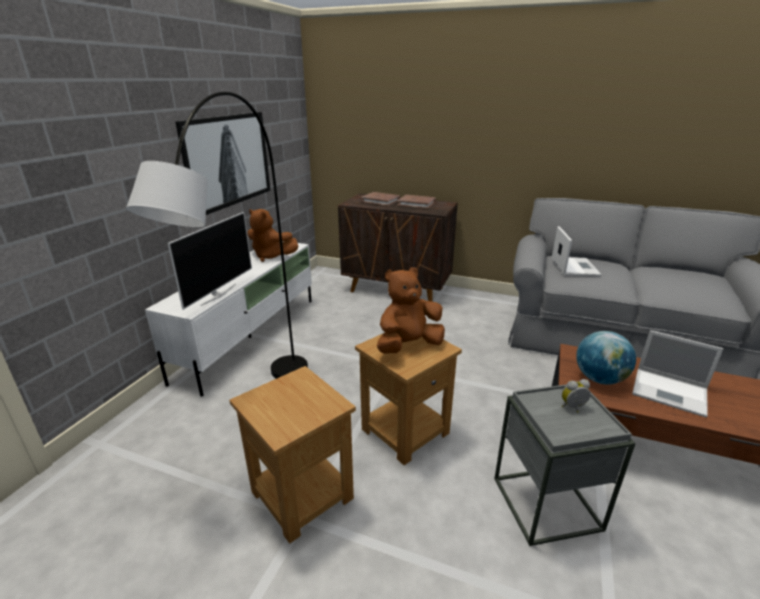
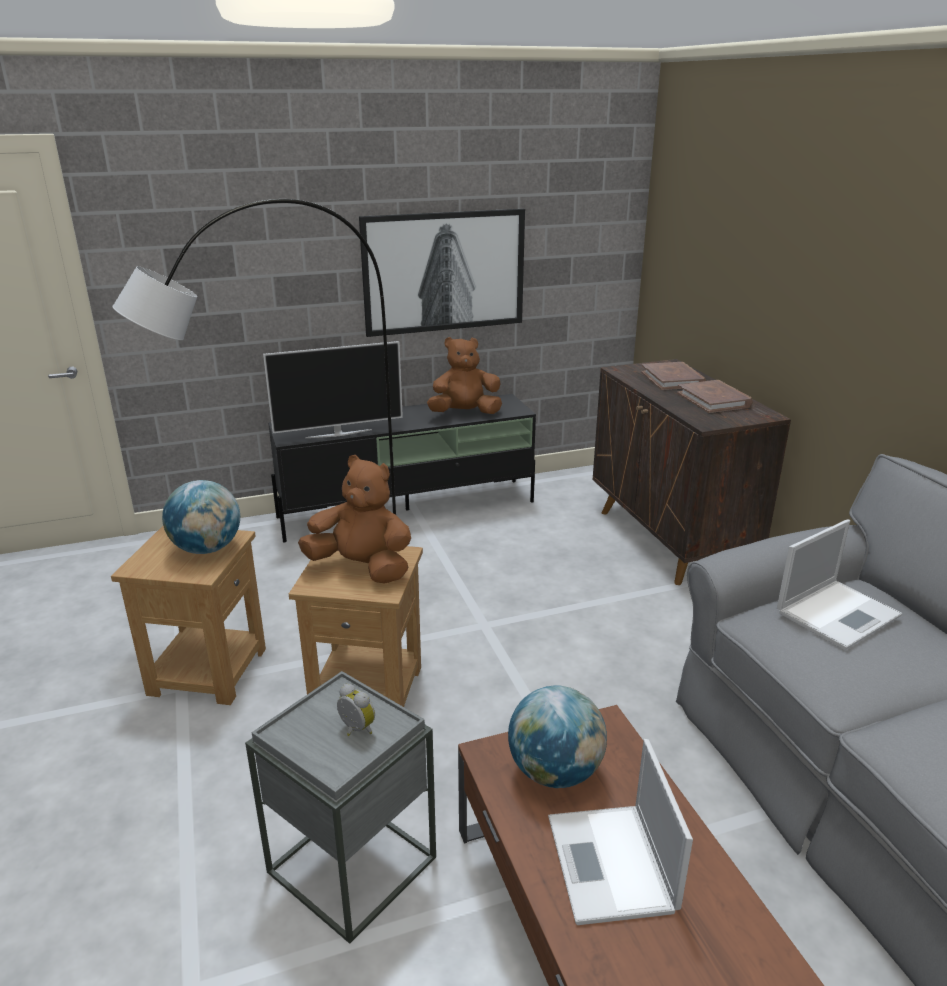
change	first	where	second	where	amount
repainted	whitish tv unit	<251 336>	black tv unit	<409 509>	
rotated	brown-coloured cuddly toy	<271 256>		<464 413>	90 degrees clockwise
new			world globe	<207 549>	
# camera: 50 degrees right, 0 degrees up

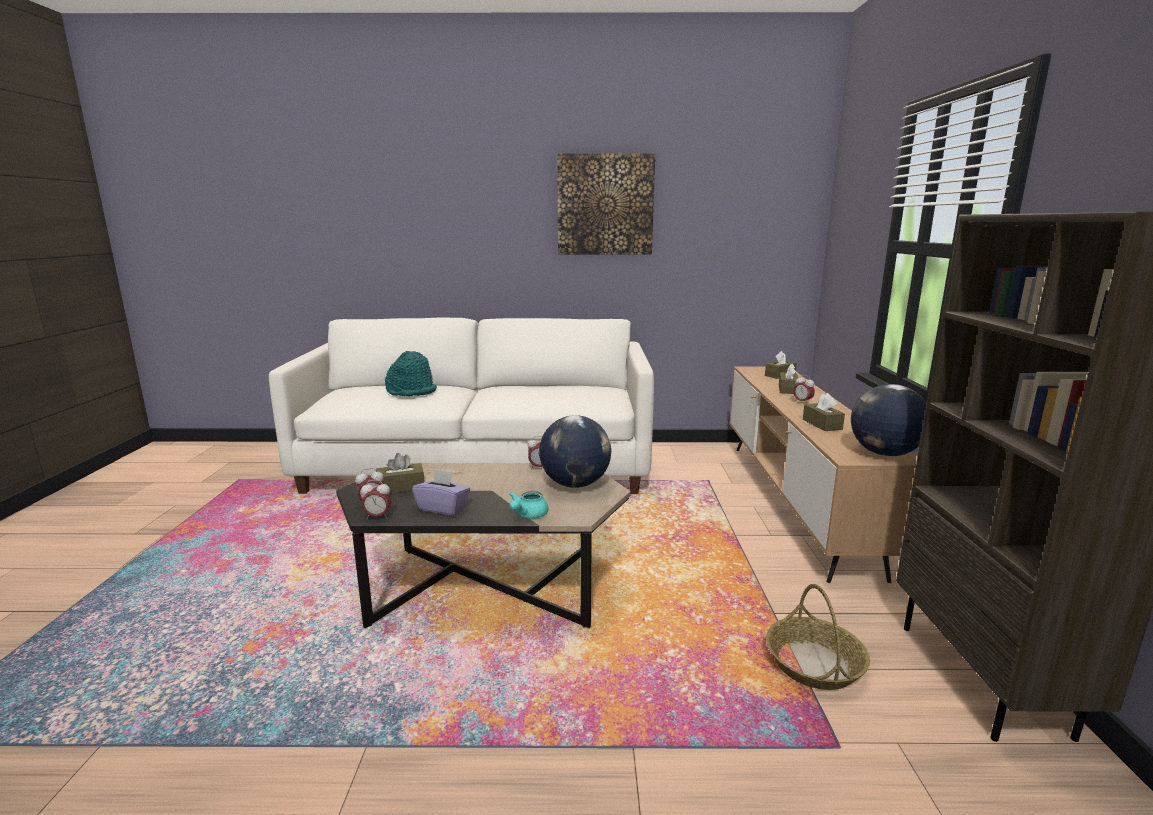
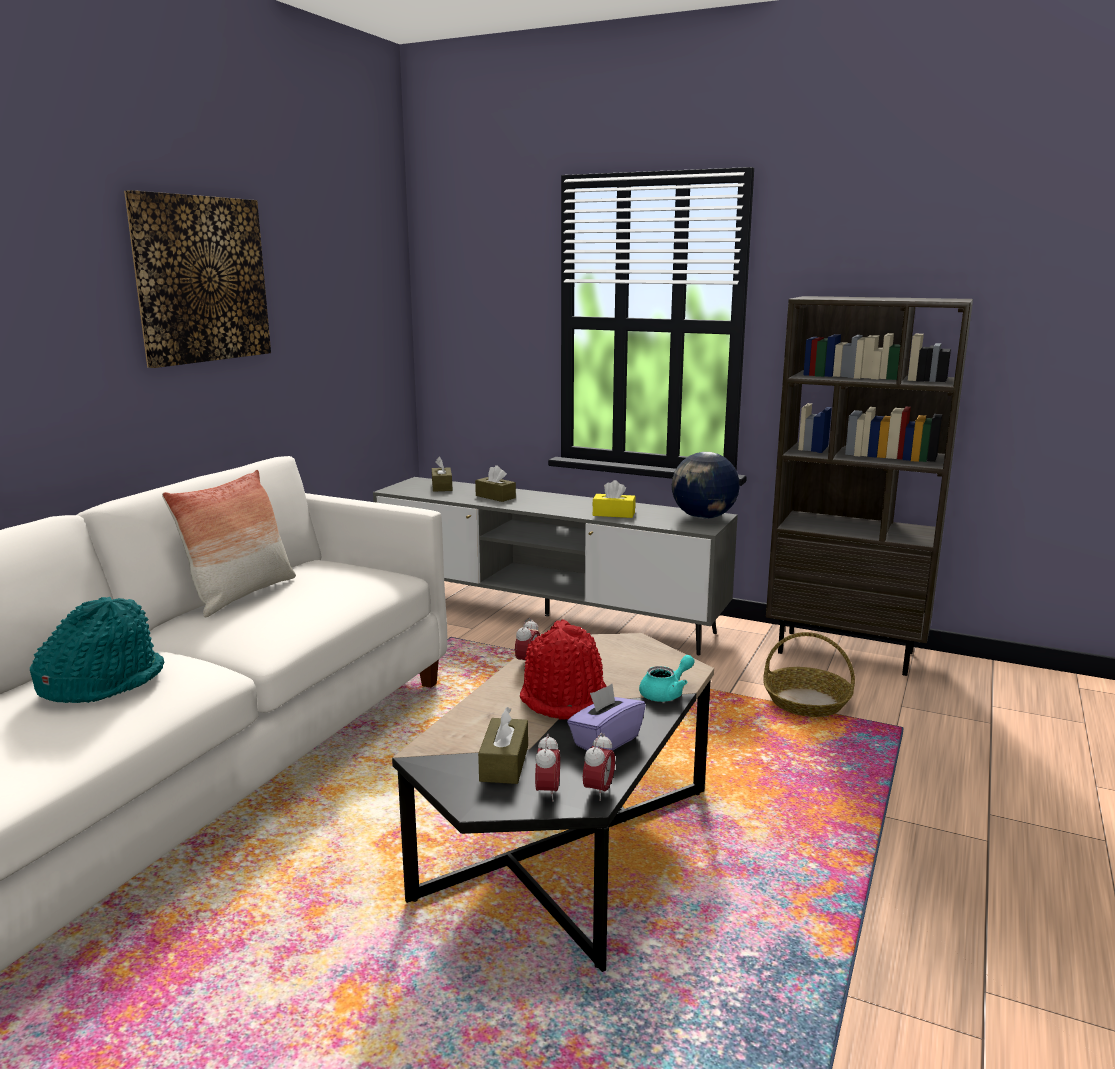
change	first	where	second	where	amount
rotated	turquoise-coloured pot for tea	<528 515>		<666 693>	90 degrees counterclockwise
gone	world globe	<575 484>			
repainted	brown-coloured tv unit	<795 501>	gray tv unit	<546 615>	
gone	alarm clock	<802 402>			
repainted	brown-coloured box of tissues	<822 424>	yellowish box of tissues	<613 514>	
new			throw pillow	<241 595>	
new			red-coloured wearable hat	<565 698>	
# camera: 65 degrees left, 0 degrees up

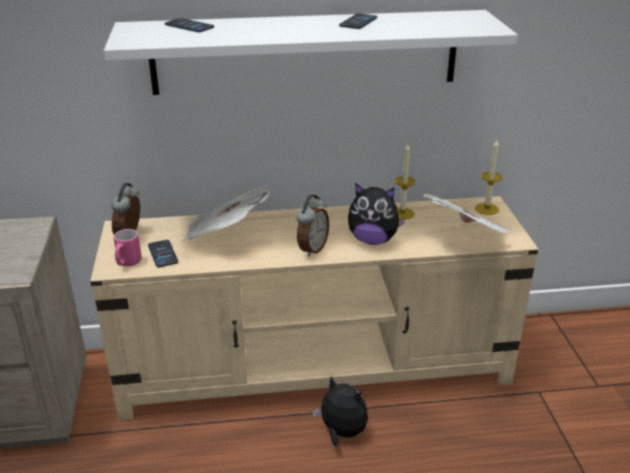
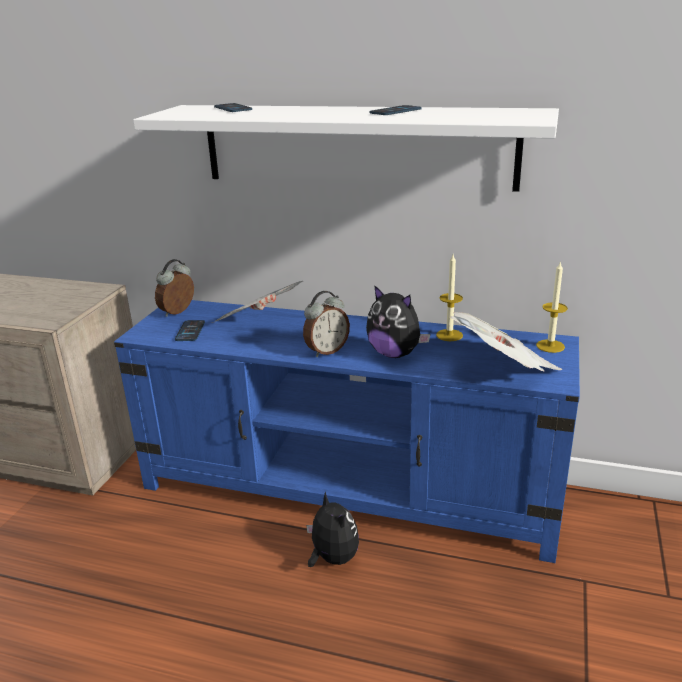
change	first	where	second	where	amount
repainted	sand-coloured tv unit	<316 367>	blue-coloured tv unit	<349 489>	
gone	pink-coloured coffee mug	<127 263>			
# camera: 25 degrees right, 5 degrees down

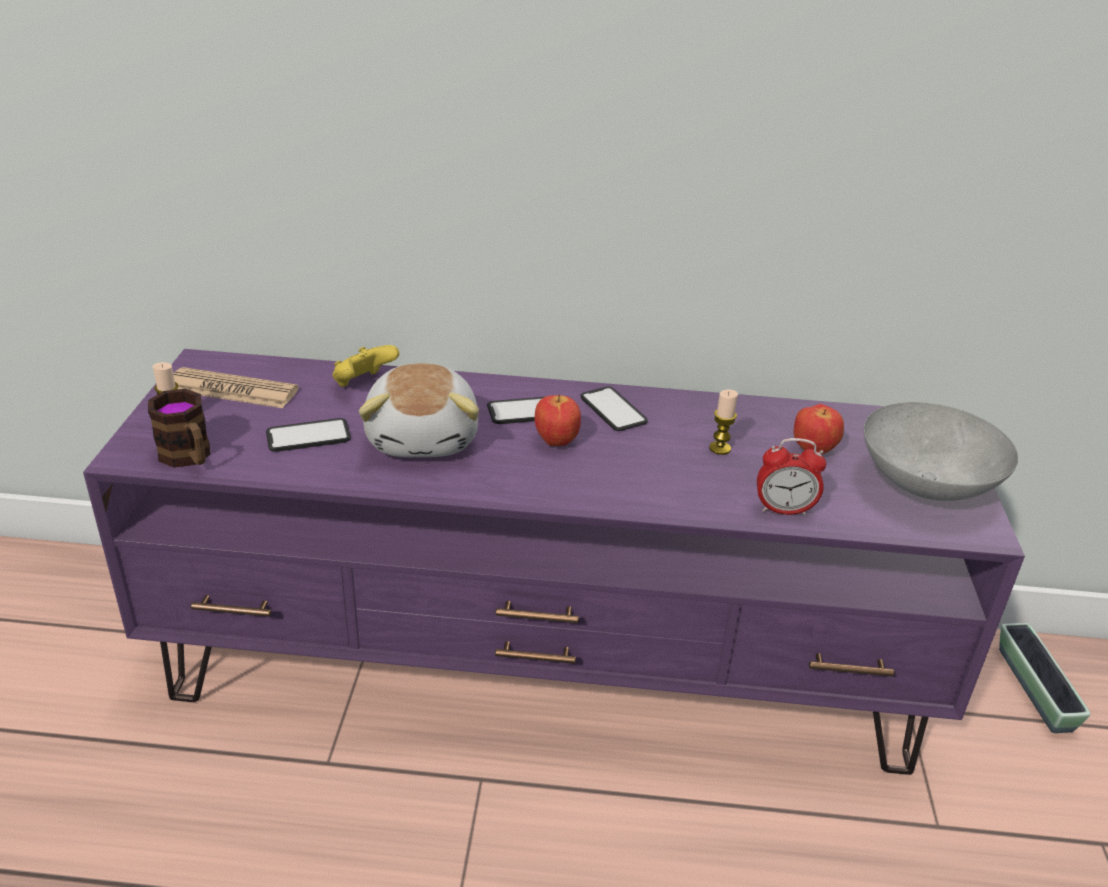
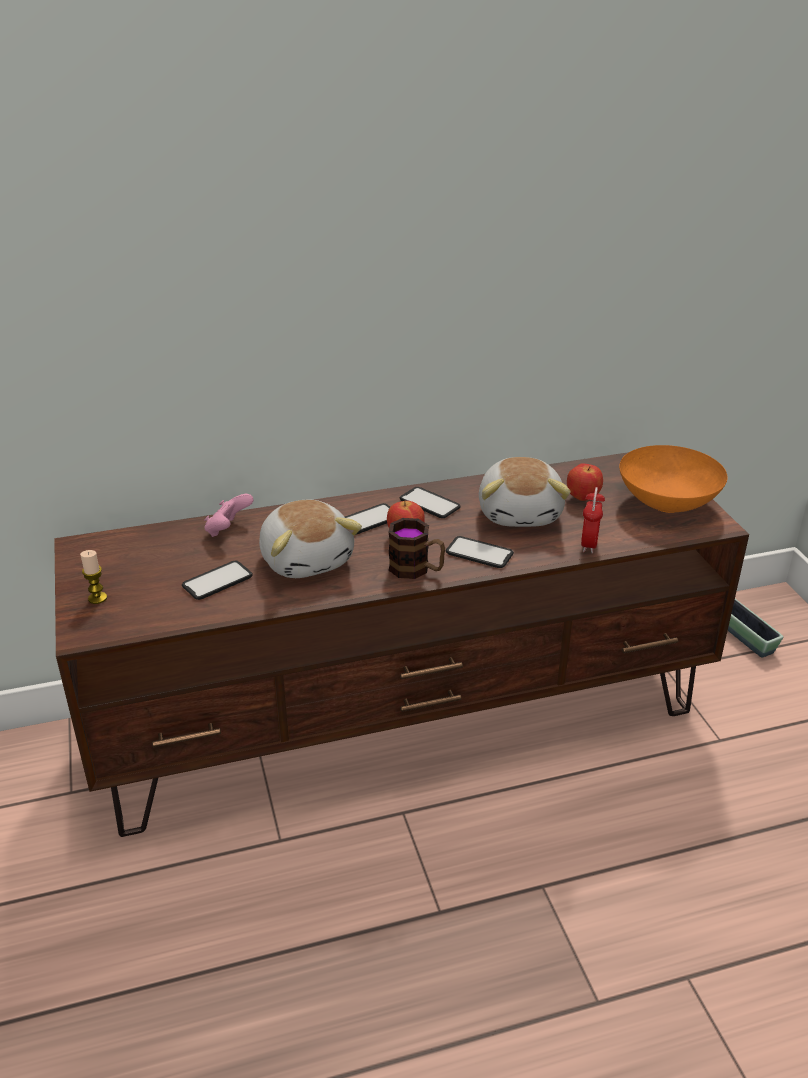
change	first	where	second	where	amount
repainted	purplish tv unit	<546 668>	brown-coloured tv unit	<405 719>	
shifted	coffee mug	<189 458>		<416 569>	
gone	newspaper	<232 390>			
repainted	yellowish game controller	<363 384>	pink-coloured game controller	<228 530>	
swapped	wax light	<720 448>	cuddly toy	<521 512>	
rotated	alarm clock	<784 510>		<589 544>	60 degrees counterclockwise
repainted	gray bowl	<928 487>	orange-coloured bowl	<669 504>	
new			phone	<479 553>	
# camera: 20 degrees left, 0 degrees up

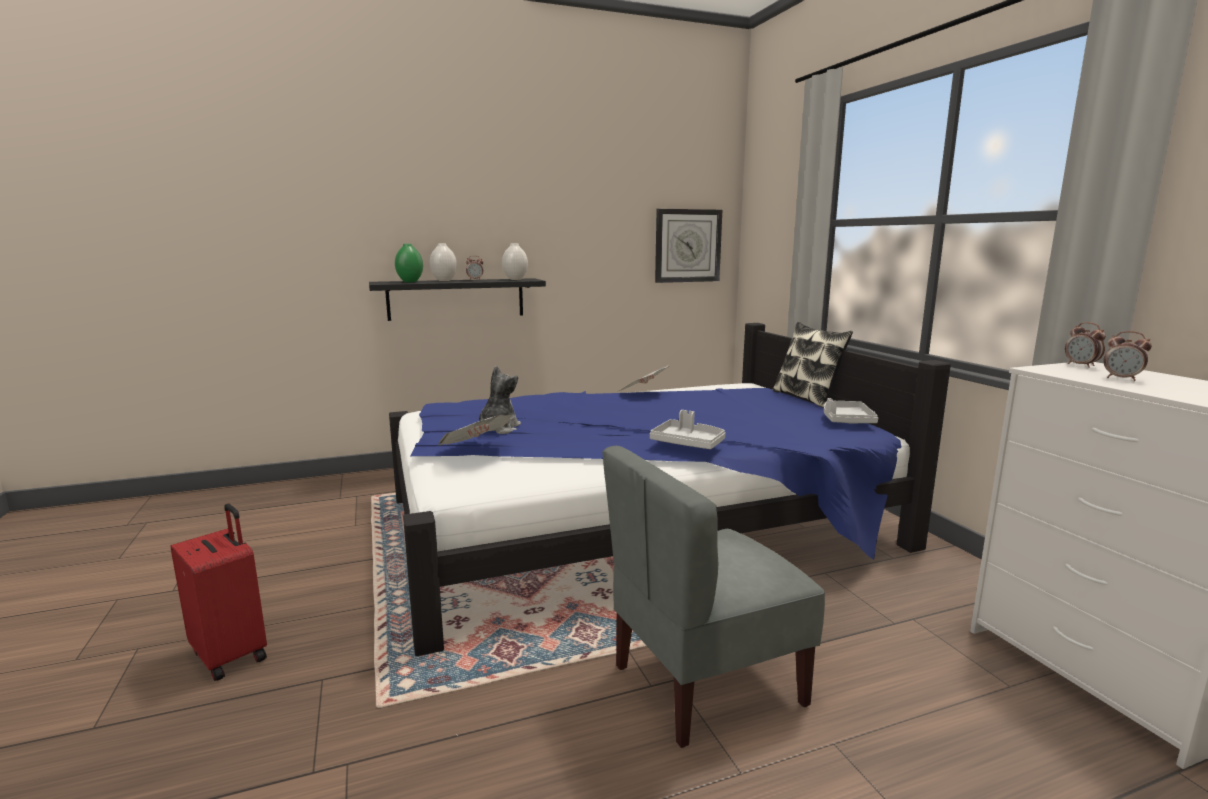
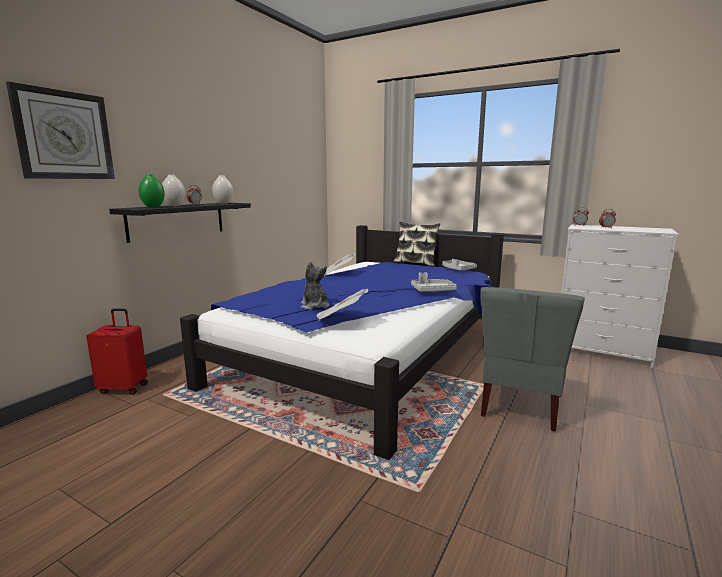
change	first	where	second	where	amount
shifted	red-coloured travel case	<232 654>		<124 388>	
shifted	clock on the wall	<687 246>		<64 135>	
# camera: 40 degrees left, 0 degrees up

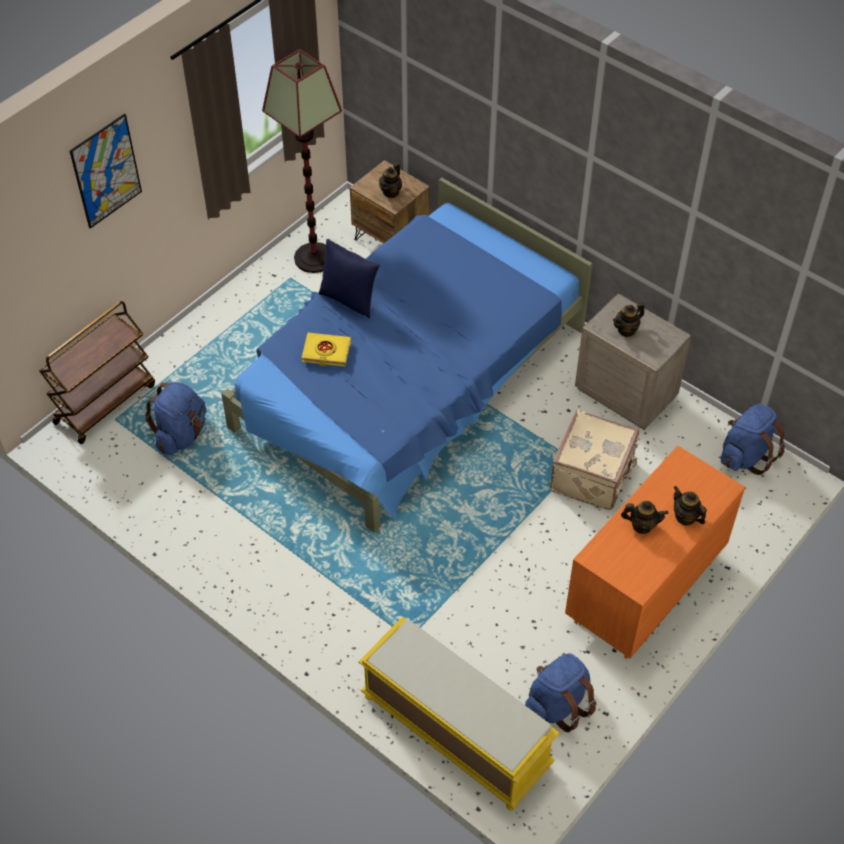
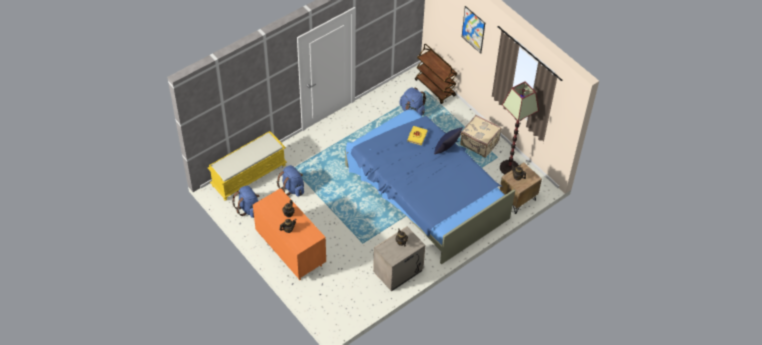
change	first	where	second	where	amount
shifted	sand-coloured travel case	<593 475>		<479 144>	
shifted	blue-coloured knapsack	<746 455>		<292 188>	
# camera: 100 degrees right, 0 degrees up

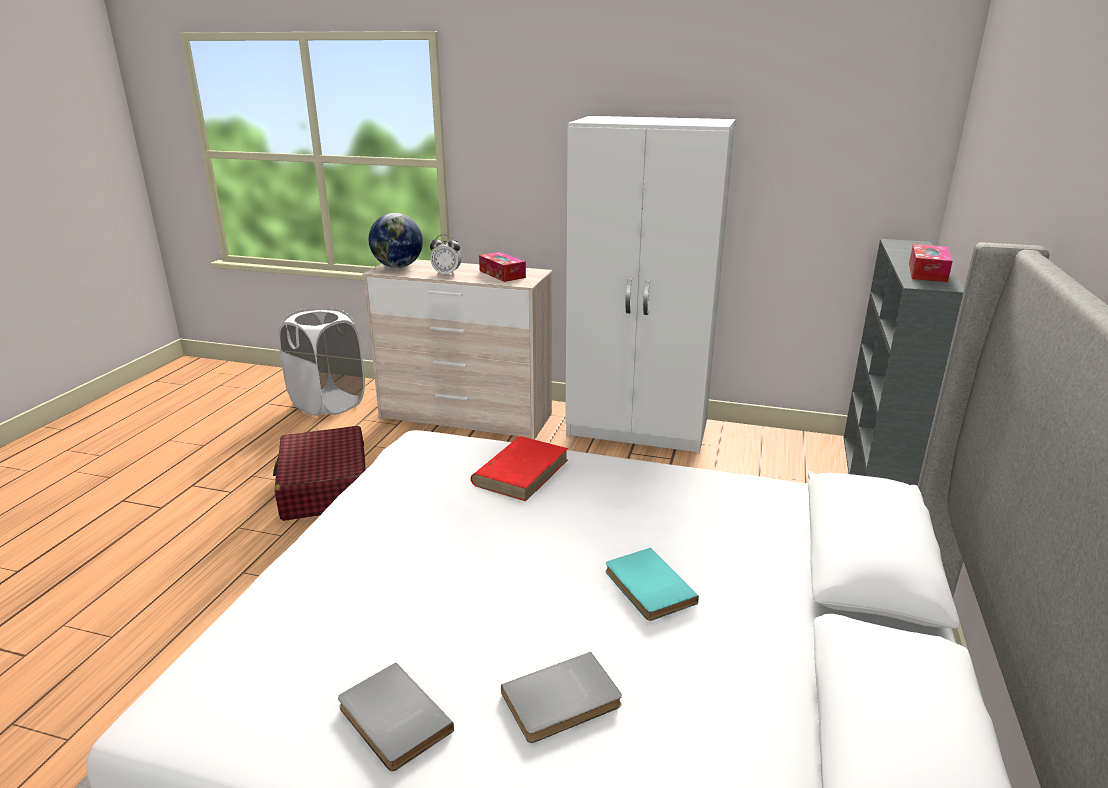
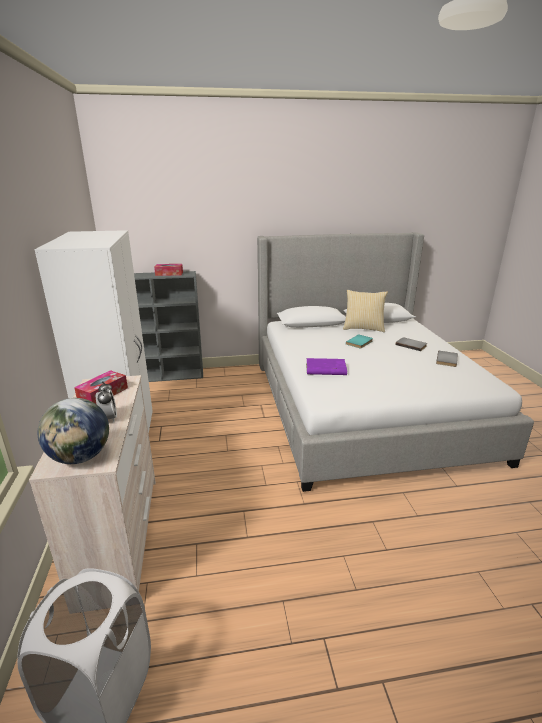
change	first	where	second	where	amount
gone	red-coloured travel case	<325 487>			
repainted	red-coloured book	<521 471>	purplish book	<325 369>	
new			throw pillow	<363 328>	
# camera: 115 degrees left, 0 degrees up

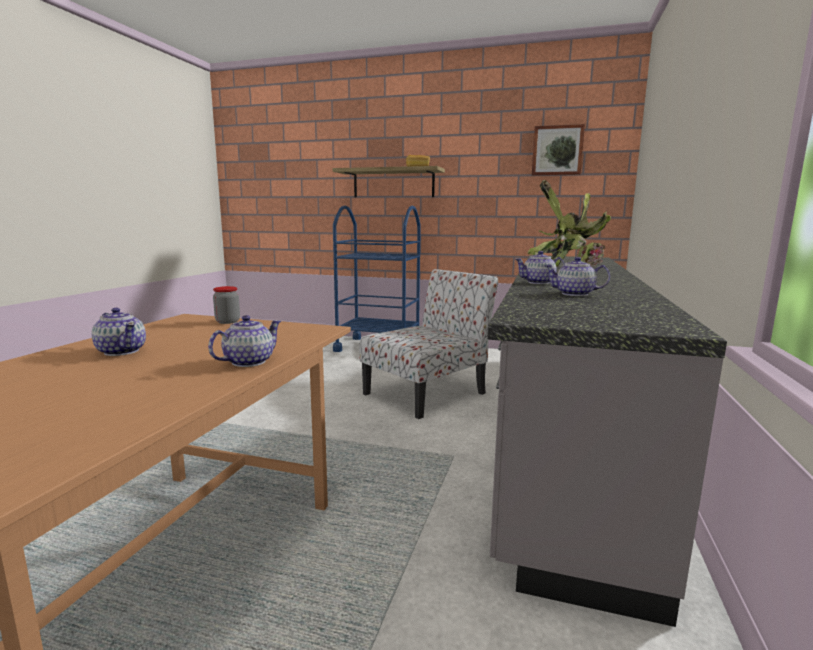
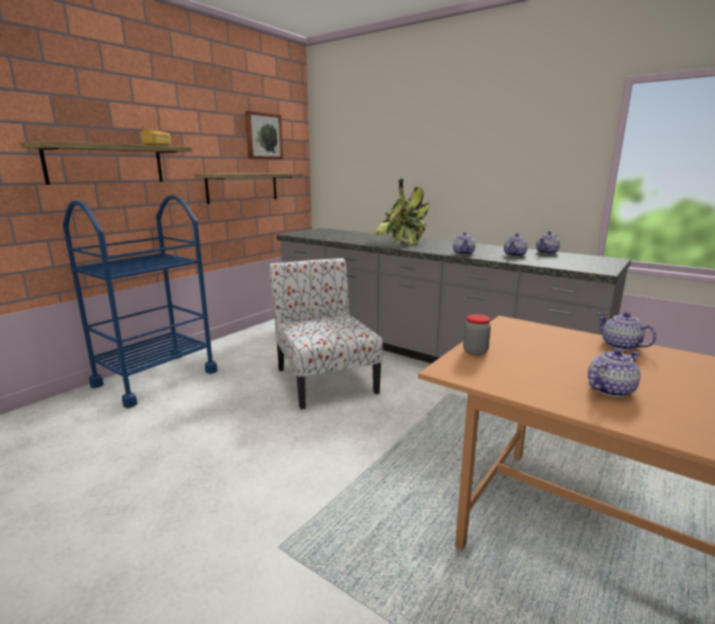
change	first	where	second	where	amount
new			bracket shelf	<243 187>	
new			pot for tea	<547 253>	
# camera: 70 degrees left, 5 degrees up

